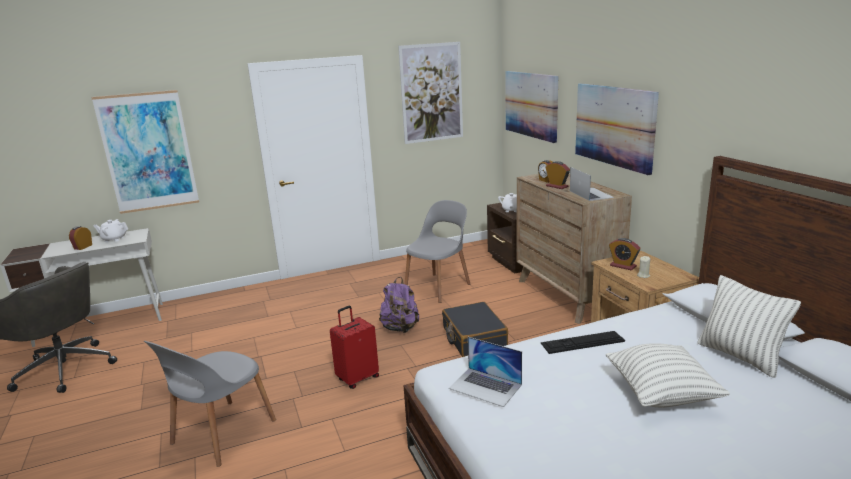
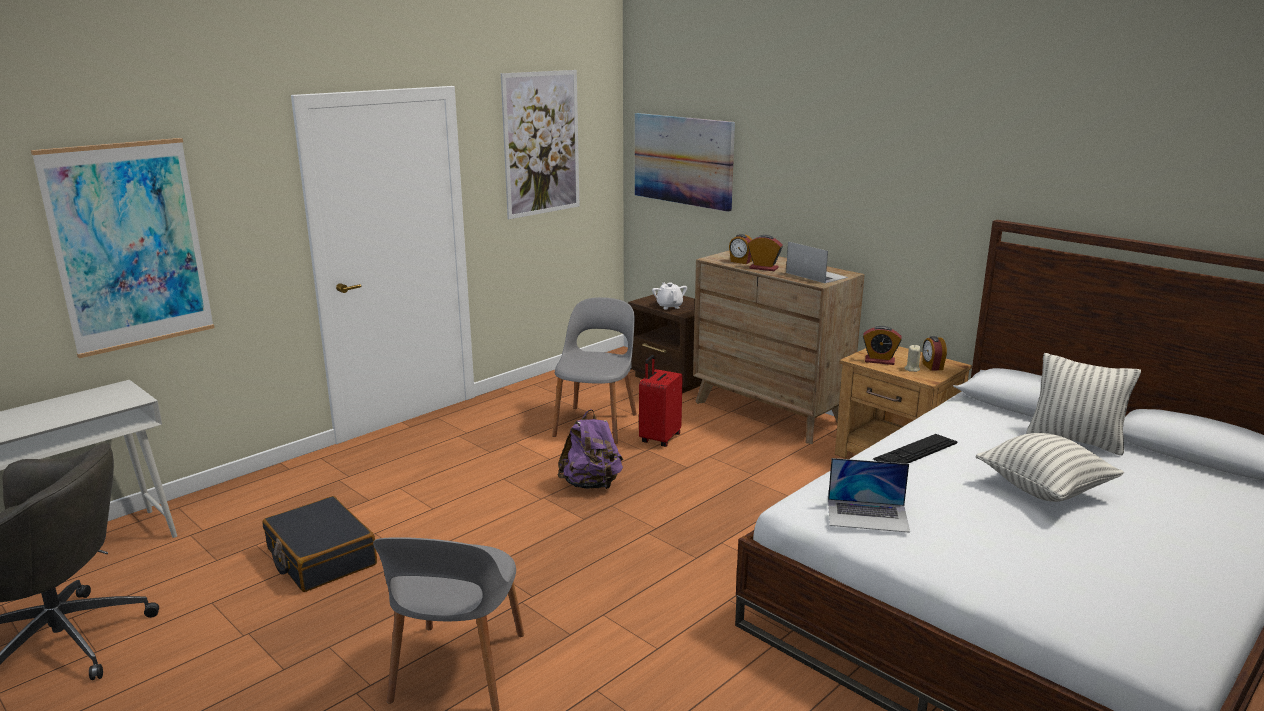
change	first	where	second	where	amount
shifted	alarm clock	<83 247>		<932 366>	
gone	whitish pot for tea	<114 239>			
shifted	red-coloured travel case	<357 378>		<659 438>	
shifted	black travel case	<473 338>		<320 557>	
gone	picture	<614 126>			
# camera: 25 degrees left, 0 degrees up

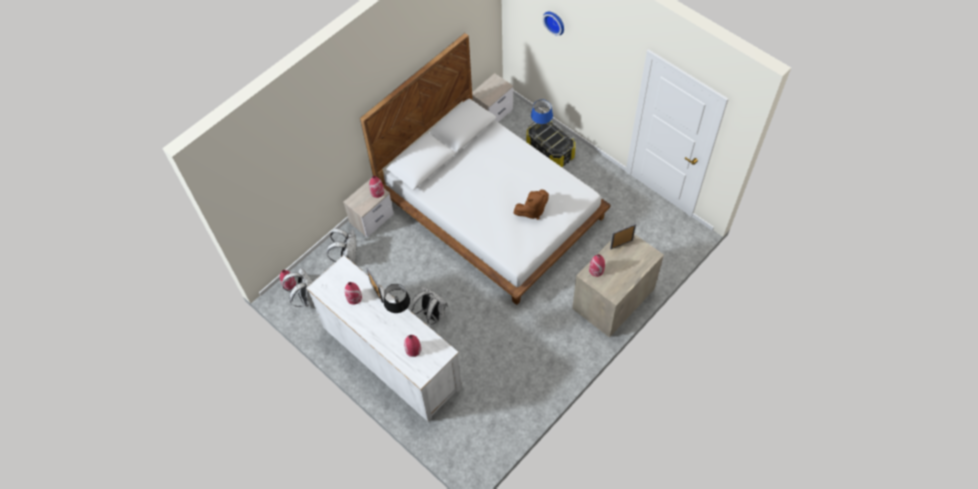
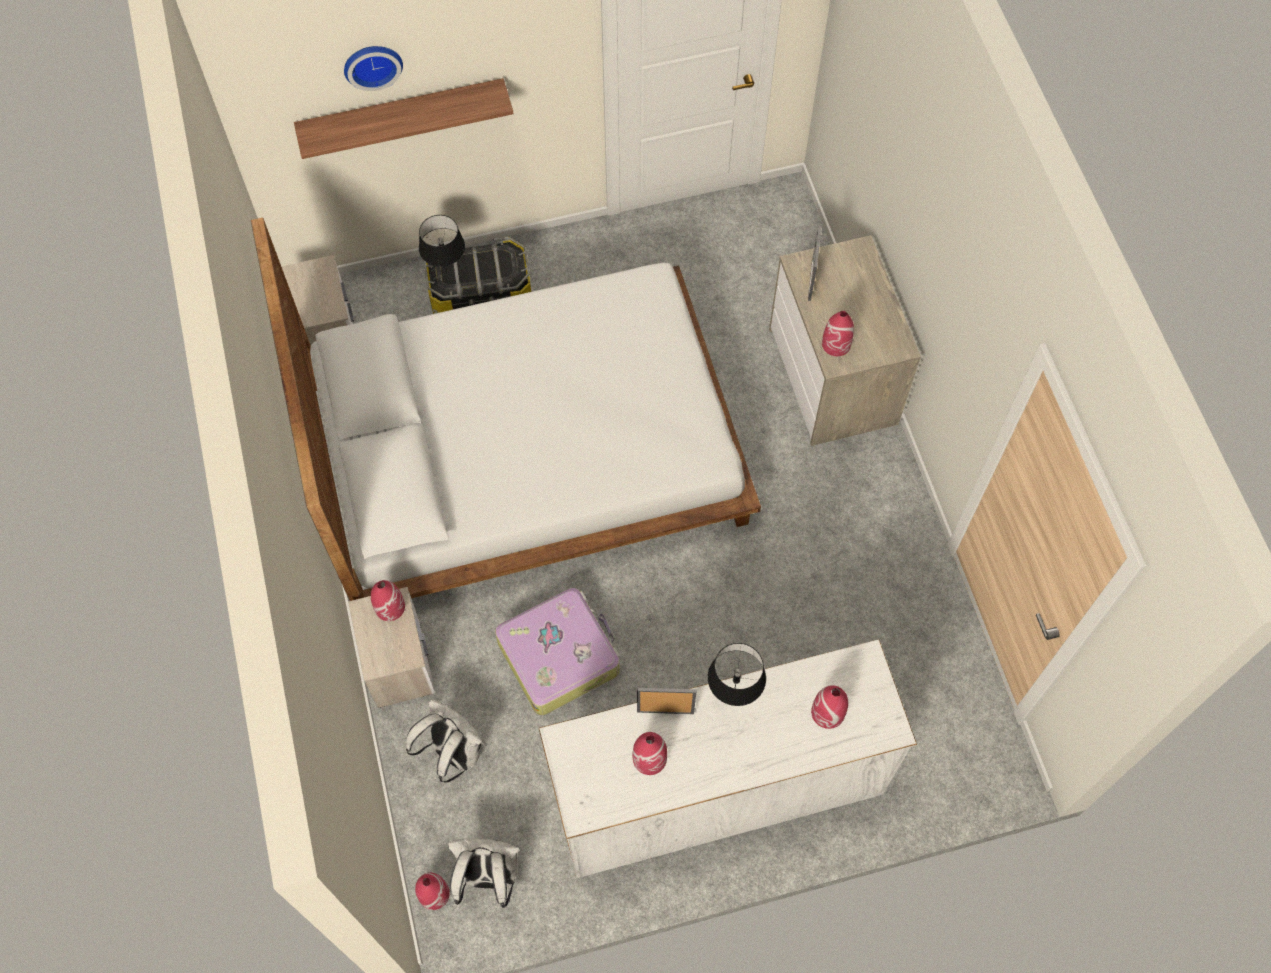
change	first	where	second	where	amount
gone	whitish knapsack	<432 314>			
gone	brown-coloured cuddly toy	<532 211>			
repainted	blue-coloured tabletop lamp	<541 127>	black tabletop lamp	<446 271>	
new			bracket shelf	<402 114>	
new			travel case	<559 655>	
# camera: 60 degrees left, 5 degrees up

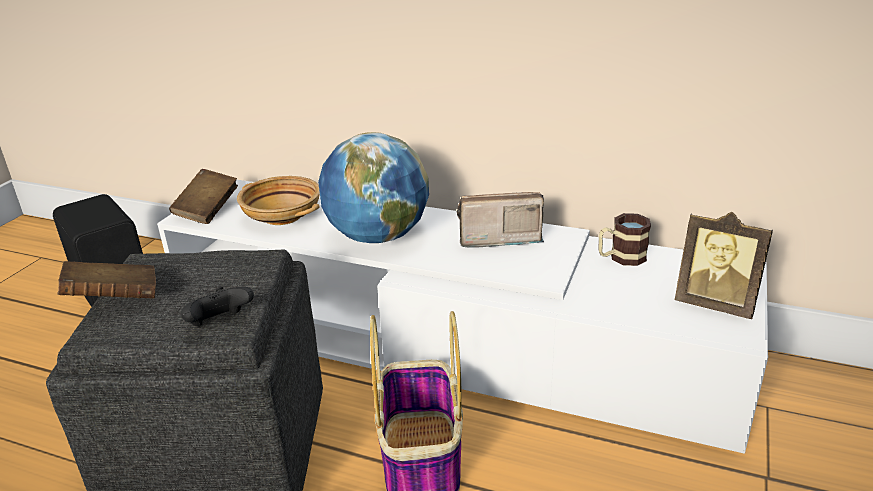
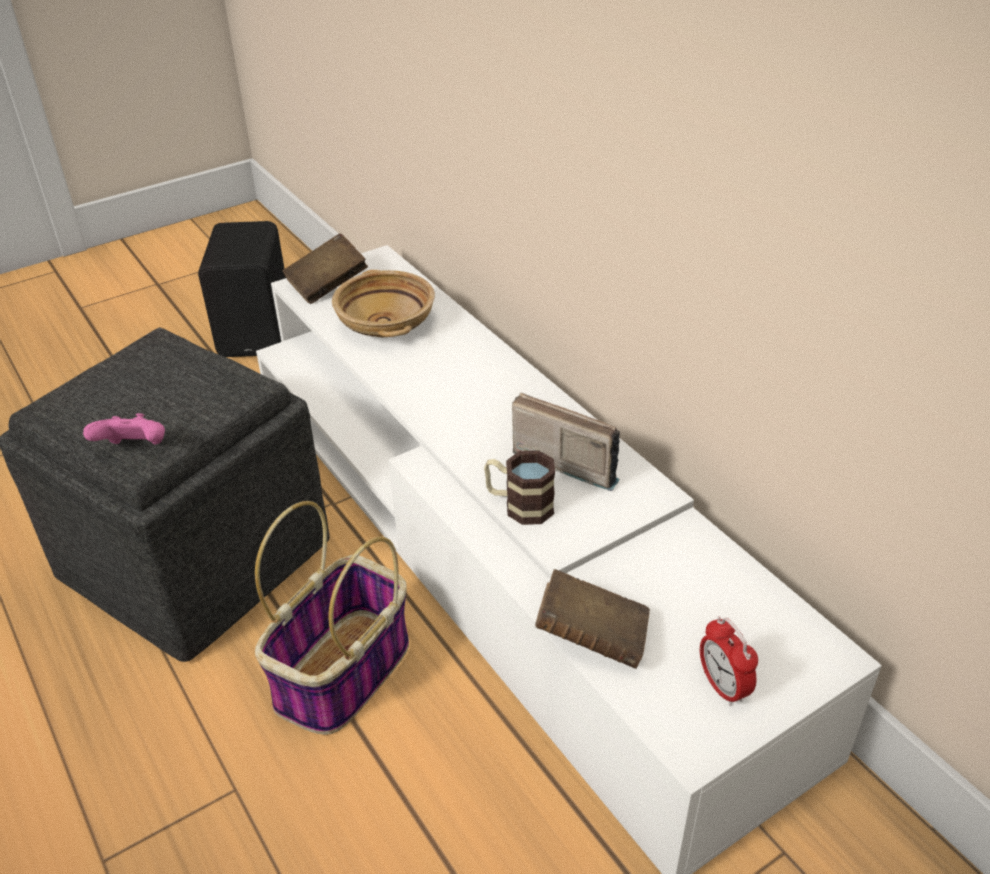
change	first	where	second	where	amount
shifted	brown-coloured book	<114 300>		<592 637>	
repainted	black game controller	<220 324>	pink-coloured game controller	<135 449>	
gone	world globe	<377 237>			
shifted	coffee mug	<621 258>		<519 505>	
swapped	picture frame	<715 304>	alarm clock	<723 687>	
# camera: 35 degrees right, 10 degrees up

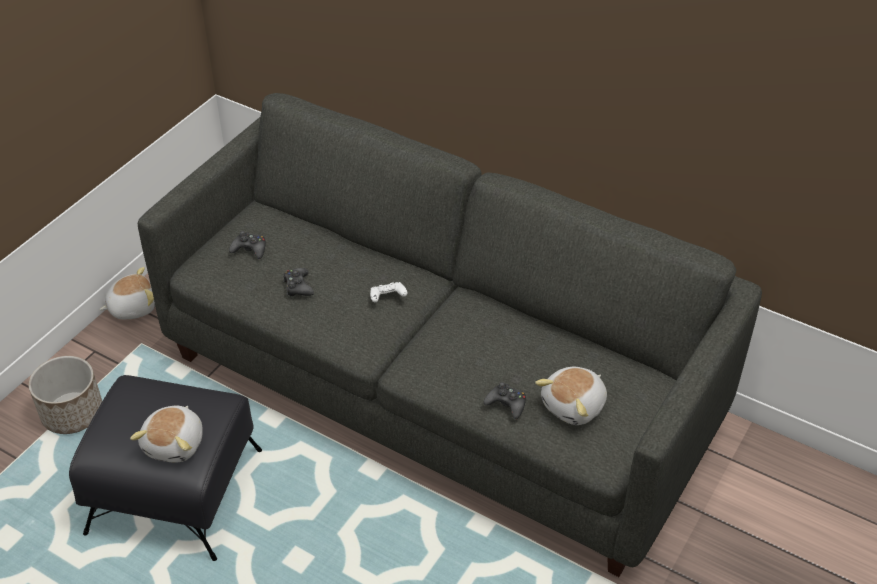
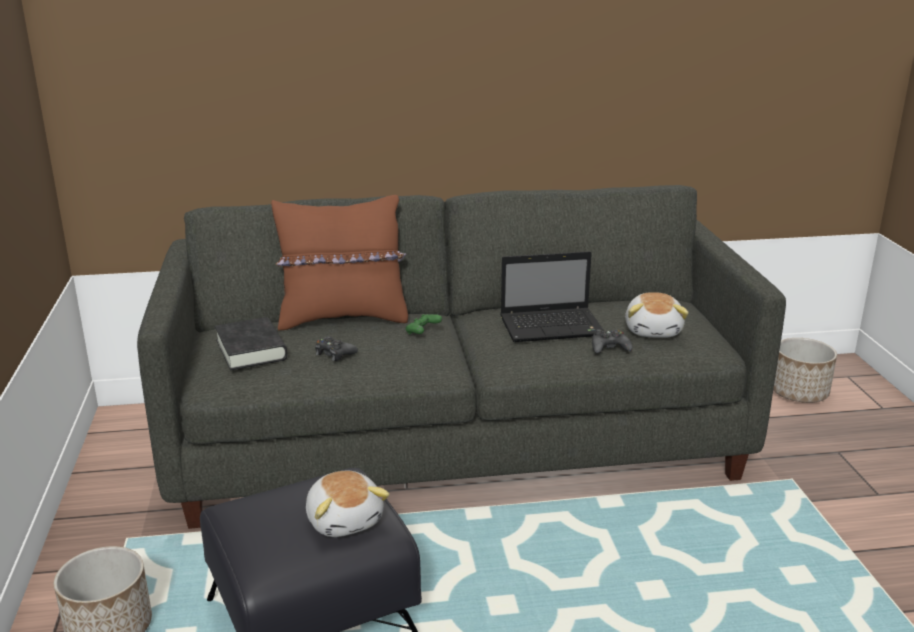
change	first	where	second	where	amount
gone	cuddly toy	<132 307>			
swapped	black game controller	<250 249>	black book	<251 350>	
repainted	whitish game controller	<387 298>	green game controller	<422 332>	
new			brown-coloured throw pillow	<343 318>	
new			notebook computer	<553 326>	
new			planter	<799 392>	
# camera: 40 degrees left, 20 degrees down

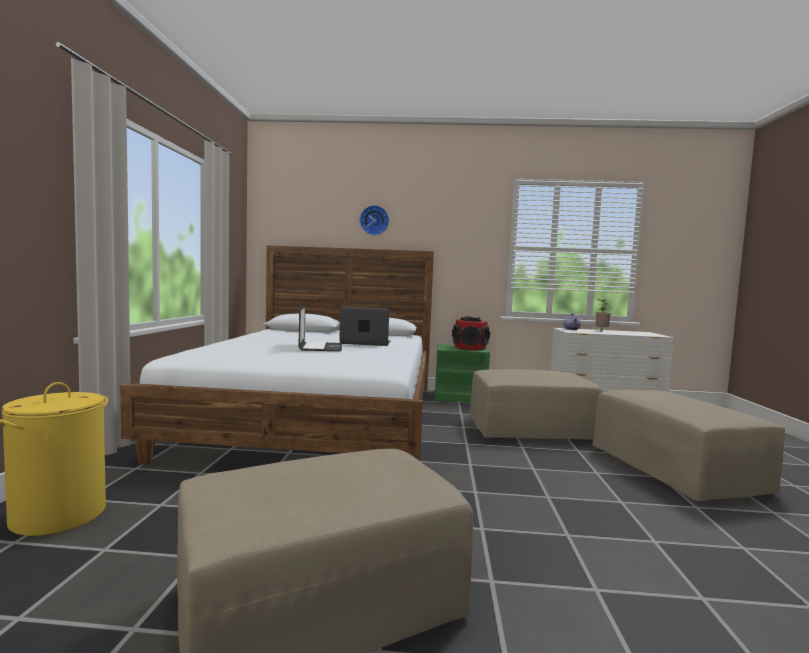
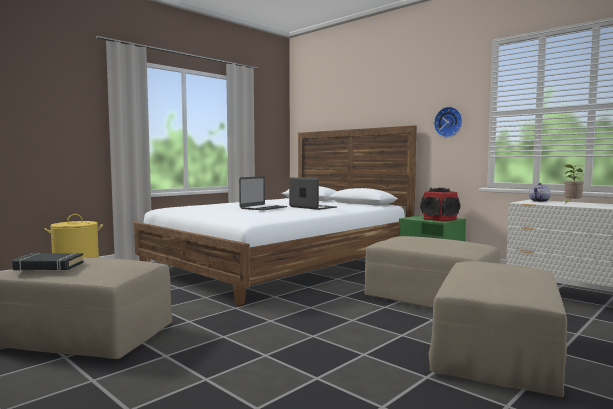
change	first	where	second	where	amount
shifted	clock on the wall	<374 220>		<449 122>	
new			black book	<49 266>	
# camera: 40 degrees right, 0 degrees up

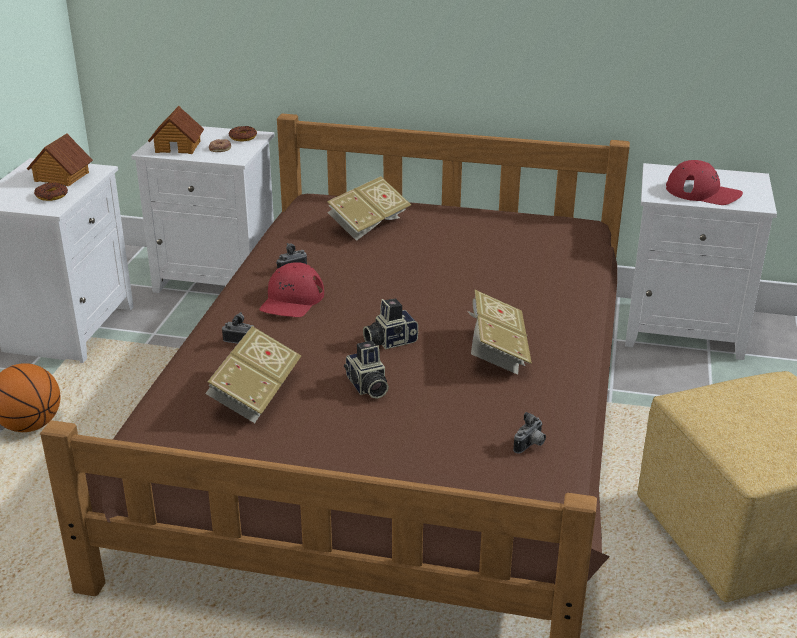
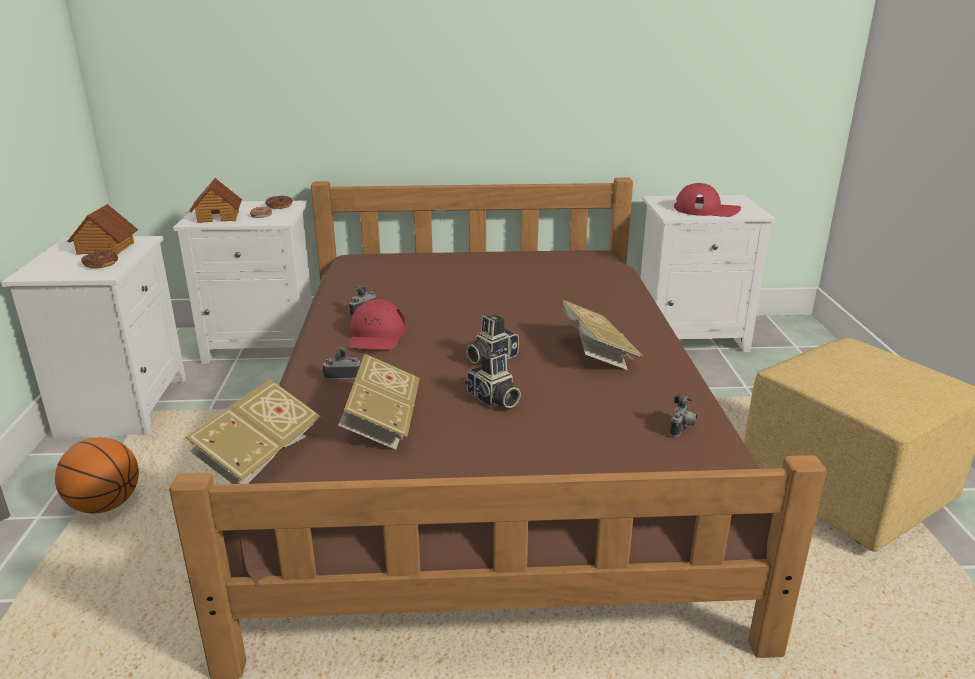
change	first	where	second	where	amount
shifted	book	<368 225>		<258 457>	
# camera: 15 degrees left, 5 degrees down

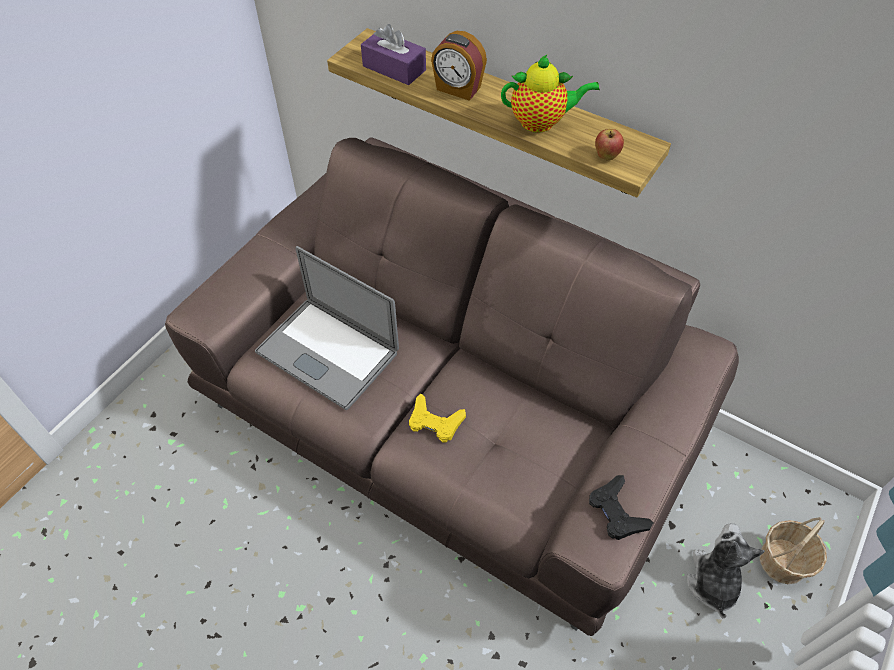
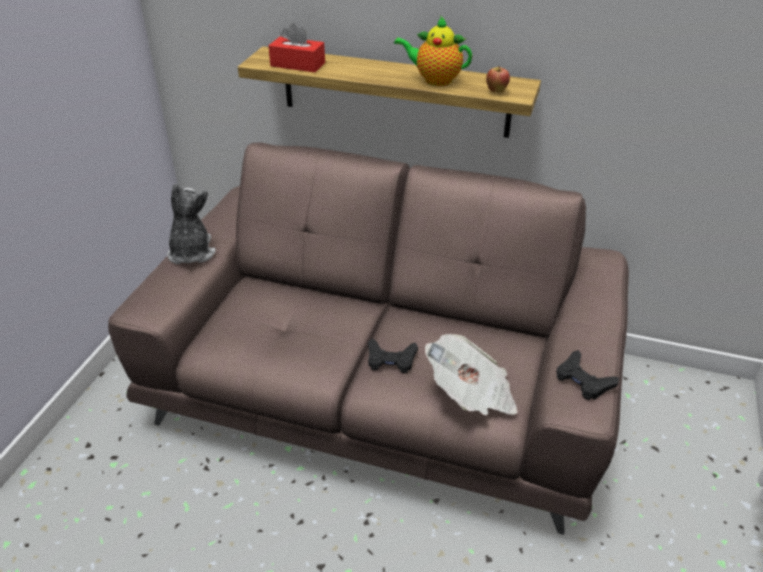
change	first	where	second	where	amount
gone	notebook computer	<327 352>			
repainted	purplish box of tissues	<394 68>	red-coloured box of tissues	<298 64>	
repainted	yellowish game controller	<435 422>	black game controller	<391 360>	
gone	alarm clock	<458 89>			
rotated	pot for tea	<541 122>		<435 80>	150 degrees counterclockwise
shifted	cuddly toy	<712 581>		<191 252>	
gone	basket	<783 561>			
new			newspaper	<471 394>	
# camera: 15 degrees left, 15 degrees down

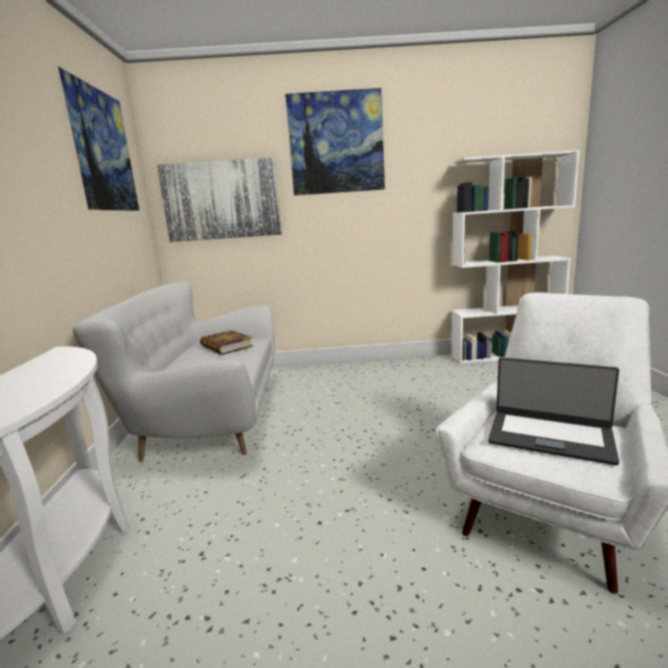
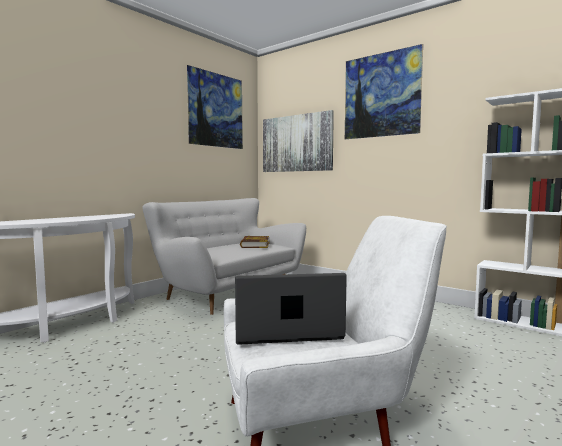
change	first	where	second	where	amount
rotated	notebook computer	<550 436>		<287 331>	105 degrees clockwise
# camera: 40 degrees right, 10 degrees down

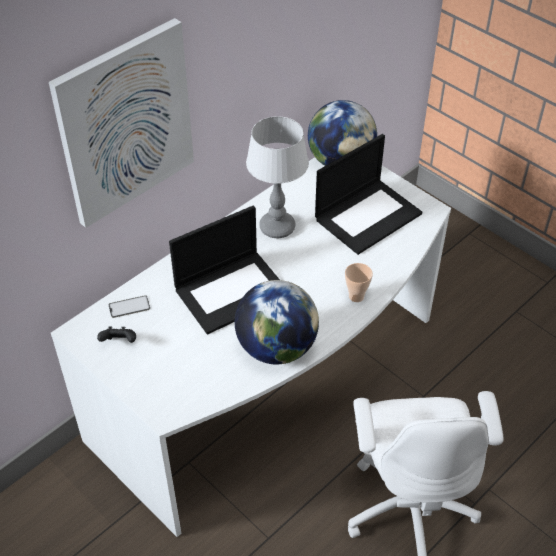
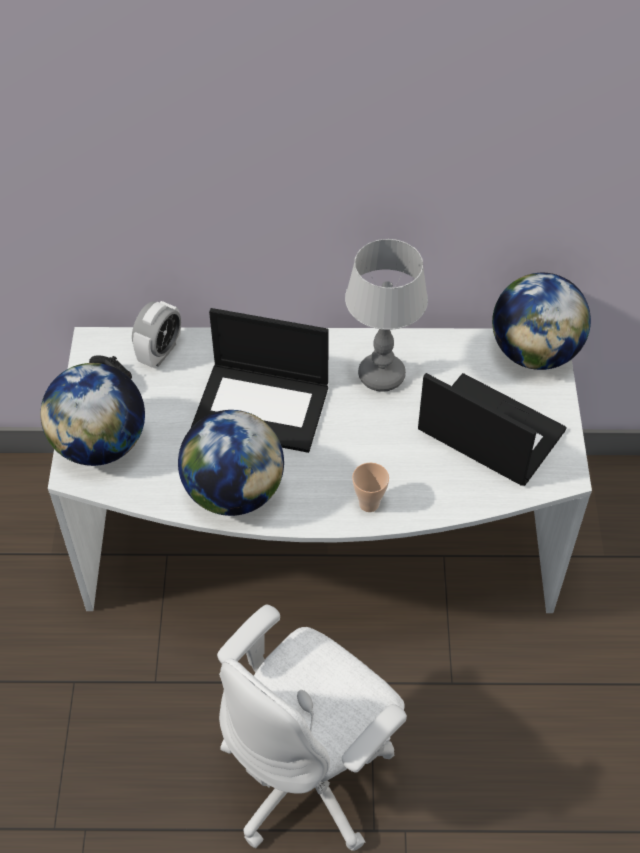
change	first	where	second	where	amount
gone	picture	<125 123>			
swapped	phone	<129 307>	alarm clock	<160 352>	
rotated	notebook computer	<368 215>		<488 431>	150 degrees counterclockwise
new			world globe	<100 444>	
# camera: 45 degrees right, 5 degrees up

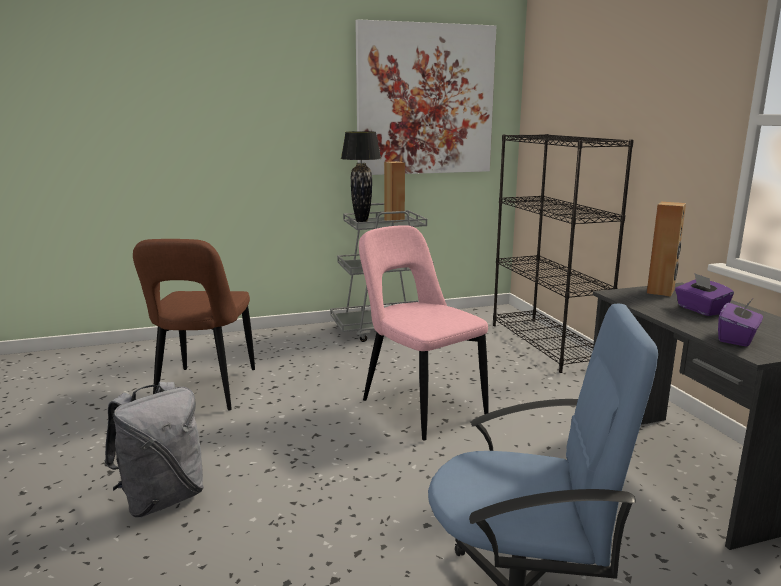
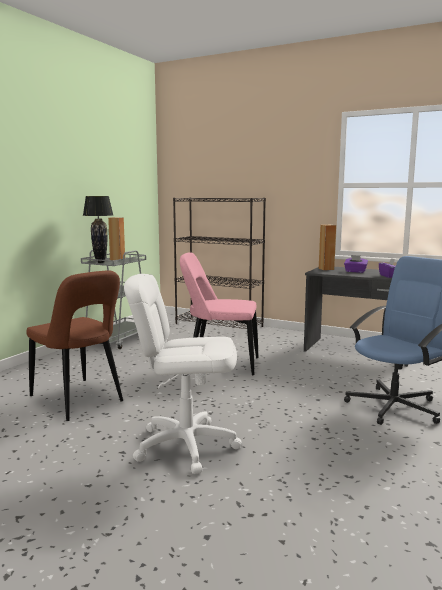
change	first	where	second	where	amount
swapped	gray knapsack	<162 498>	whitish office chair	<186 445>	
gone	picture	<425 100>			
# camera: 45 degrees left, 5 degrees down

